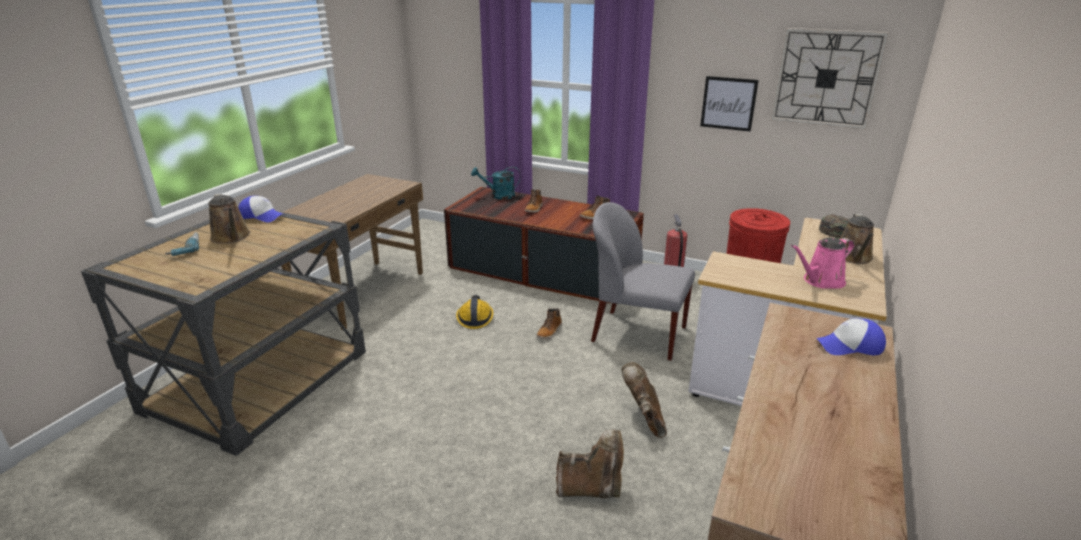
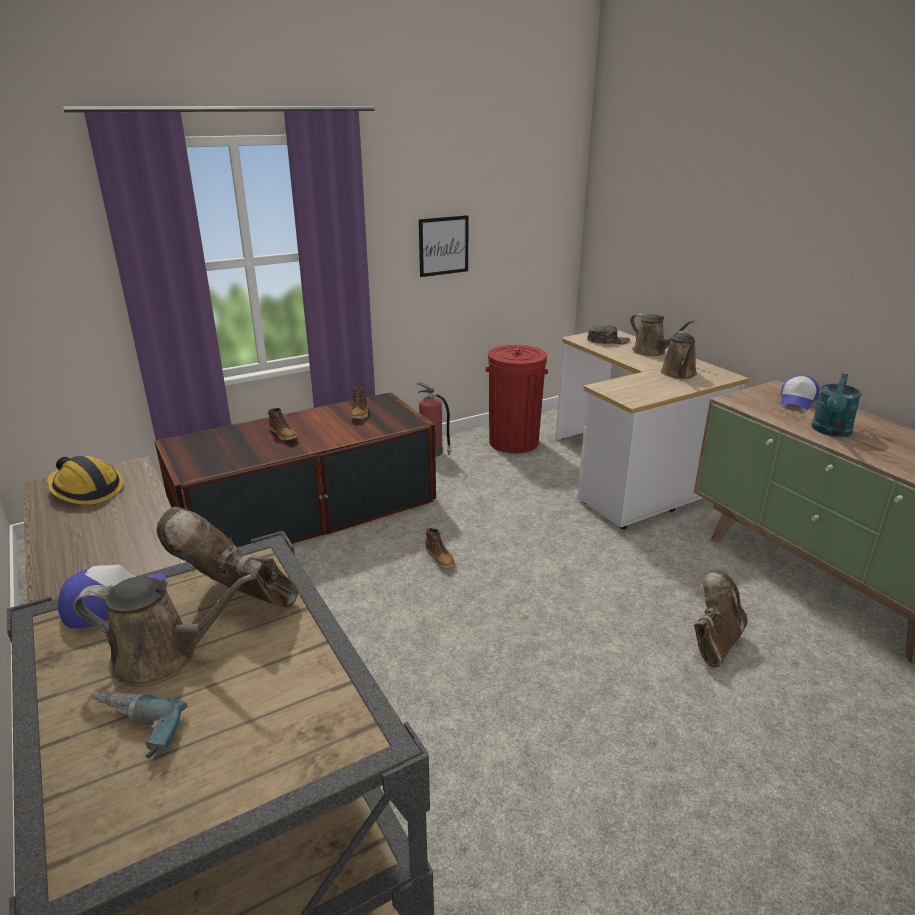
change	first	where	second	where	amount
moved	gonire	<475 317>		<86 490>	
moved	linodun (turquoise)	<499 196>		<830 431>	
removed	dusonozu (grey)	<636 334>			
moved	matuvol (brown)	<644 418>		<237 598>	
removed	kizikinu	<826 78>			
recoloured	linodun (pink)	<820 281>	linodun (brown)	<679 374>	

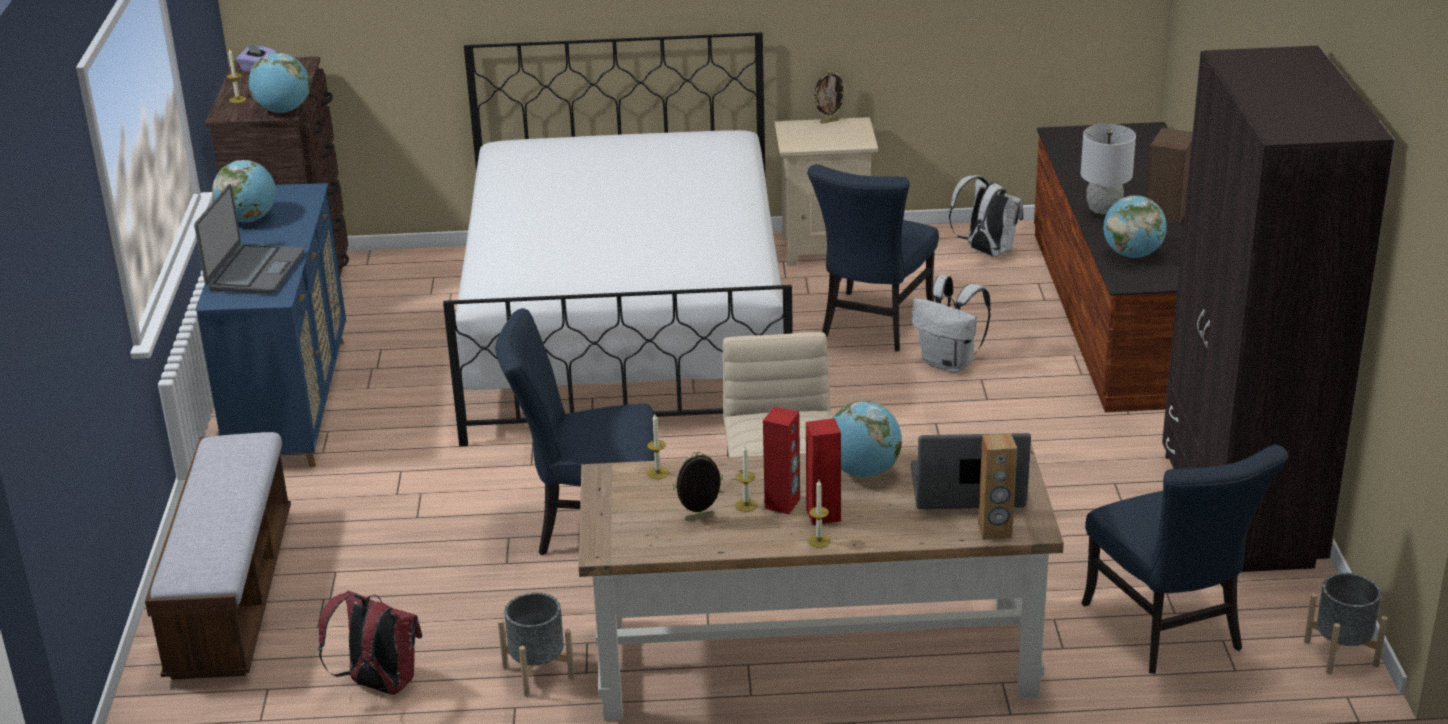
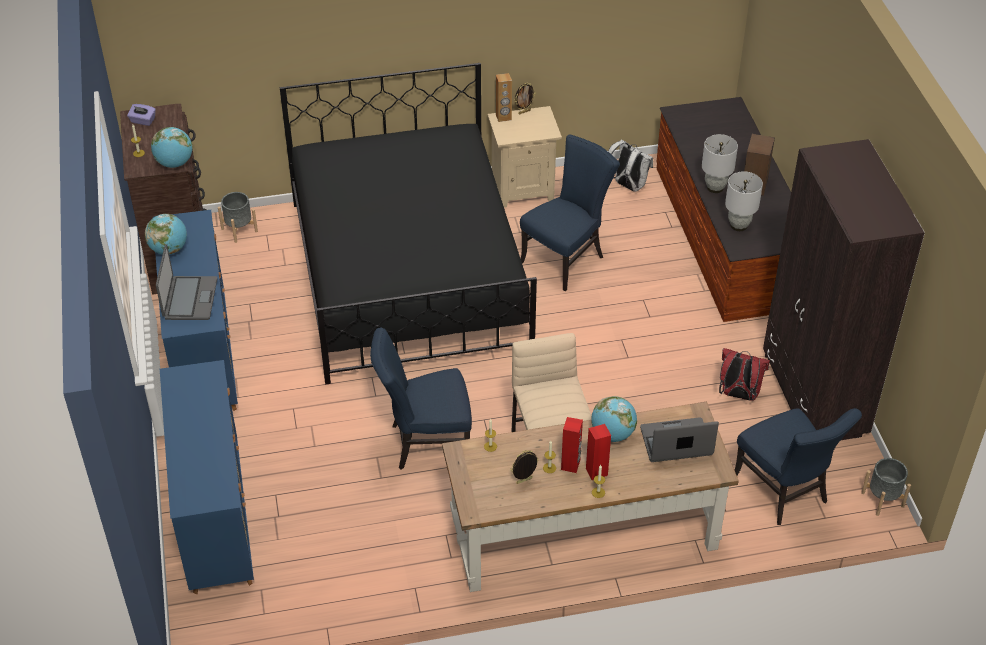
change	first	where	second	where	amount
replaced	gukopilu	<232 594>	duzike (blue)	<216 519>	
moved	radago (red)	<379 685>		<738 394>	
recoloured	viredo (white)	<626 331>	viredo (black)	<408 274>	
moved	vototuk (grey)	<538 672>		<239 230>	
turned	dusonozu (blue)	<872 325>		<566 258>	150 degrees counterclockwise
removed	radago (white)	<950 363>			
moved	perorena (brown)	<995 531>		<503 117>	
replaced	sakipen	<1132 255>	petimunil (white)	<739 225>	

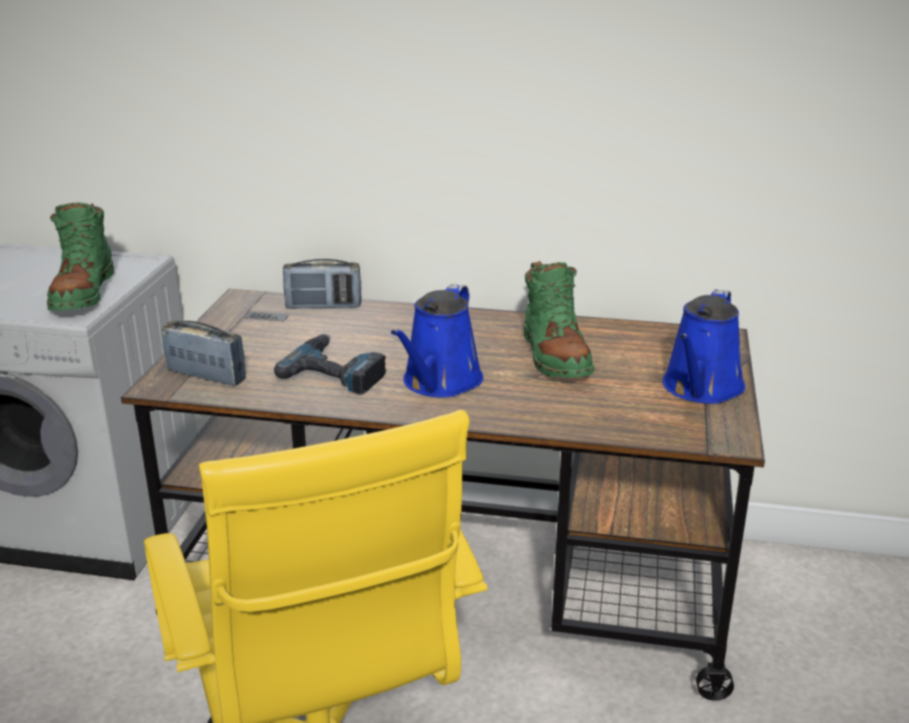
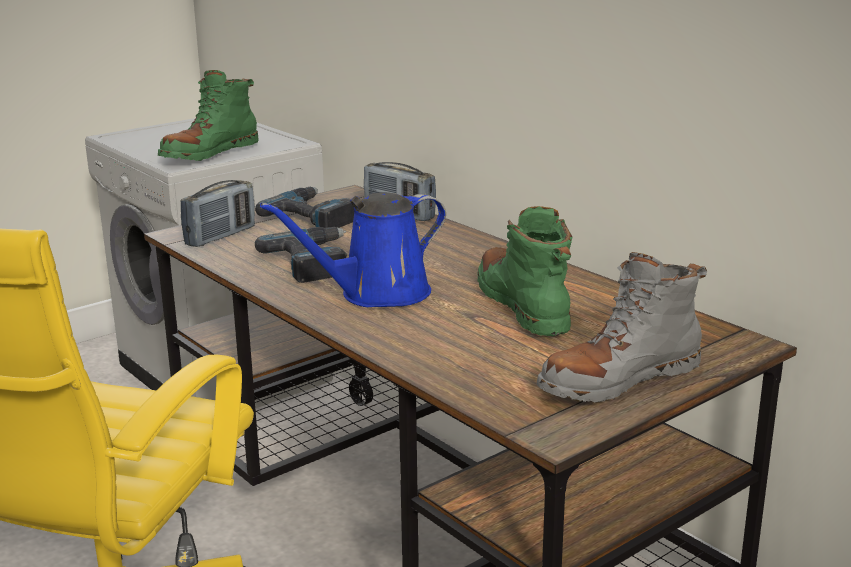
change	first	where	second	where	amount
turned	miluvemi	<206 375>		<220 236>	60 degrees clockwise
turned	matuvol (green)	<555 356>		<523 306>	135 degrees clockwise
replaced	linodun (blue)	<701 388>	matuvol (grey)	<619 380>	
added			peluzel	<314 216>	

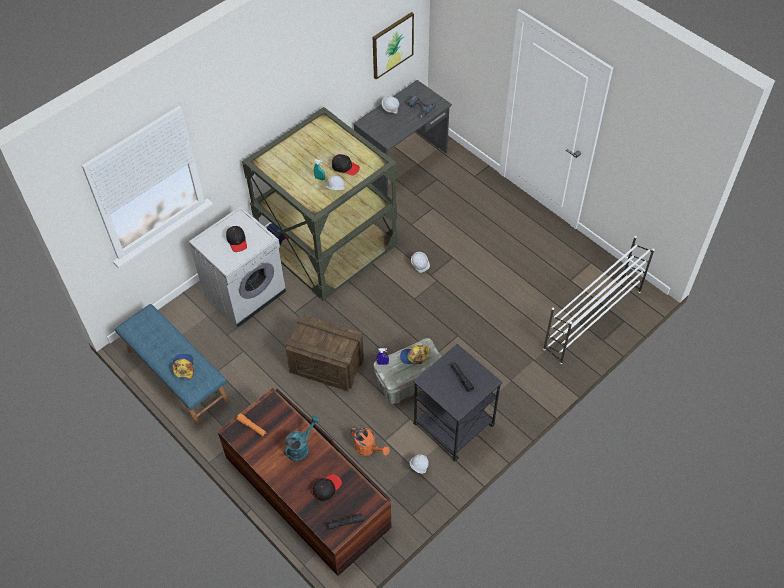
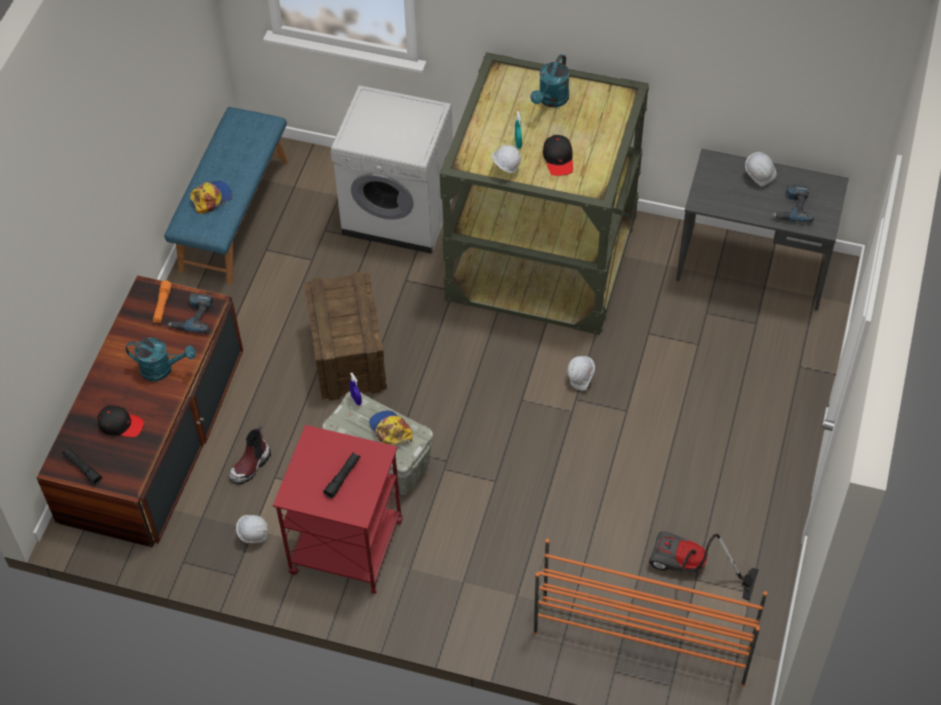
change	first	where	second	where	amount
removed	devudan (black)	<237 241>			
replaced	linodun (orange)	<368 449>	matuvol	<251 466>	
removed	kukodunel	<392 45>			
recoloured	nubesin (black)	<453 425>	nubesin (red)	<344 545>	
recoloured	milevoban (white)	<592 320>	milevoban (orange)	<641 640>	
added			peluzel	<193 316>	
added			linodun (turquoise)	<551 100>	
added			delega	<691 569>	

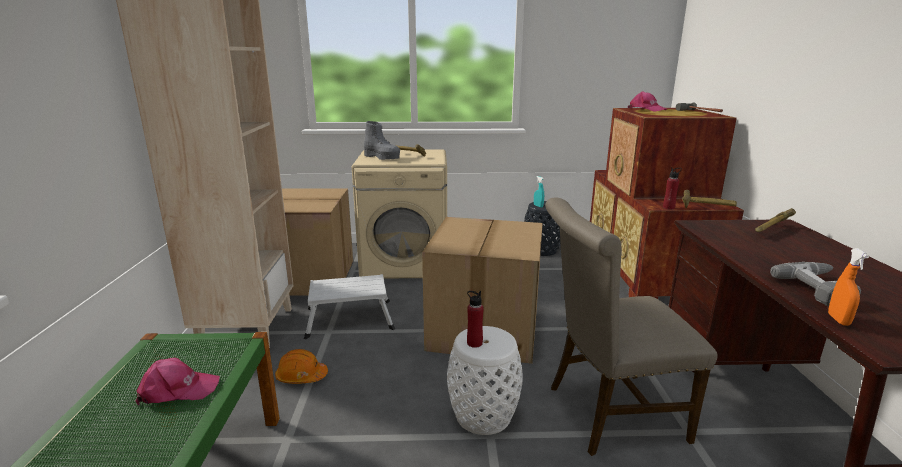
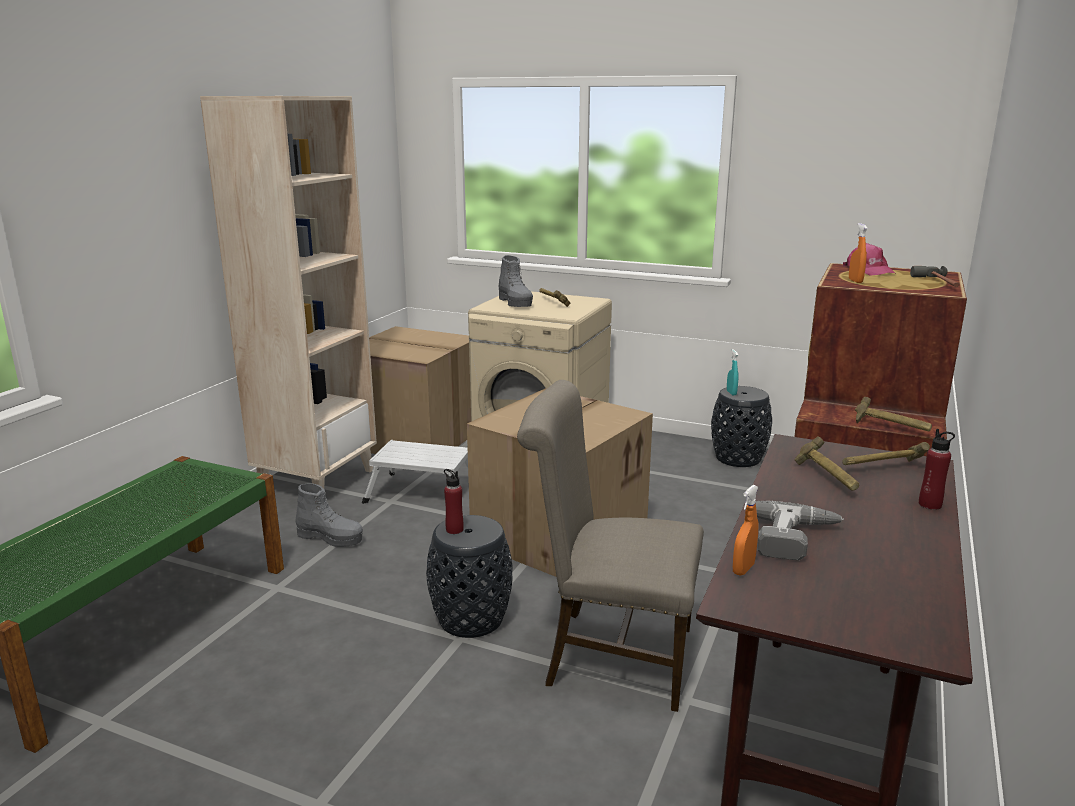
change	first	where	second	where	amount
removed	devudan (pink)	<178 390>			
replaced	gonire (orange)	<301 376>	matuvol (grey)	<330 538>	
recoloured	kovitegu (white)	<483 415>	kovitegu (black)	<471 619>	
moved	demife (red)	<668 207>		<930 504>	
added			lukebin	<827 479>	
added			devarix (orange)	<855 281>	

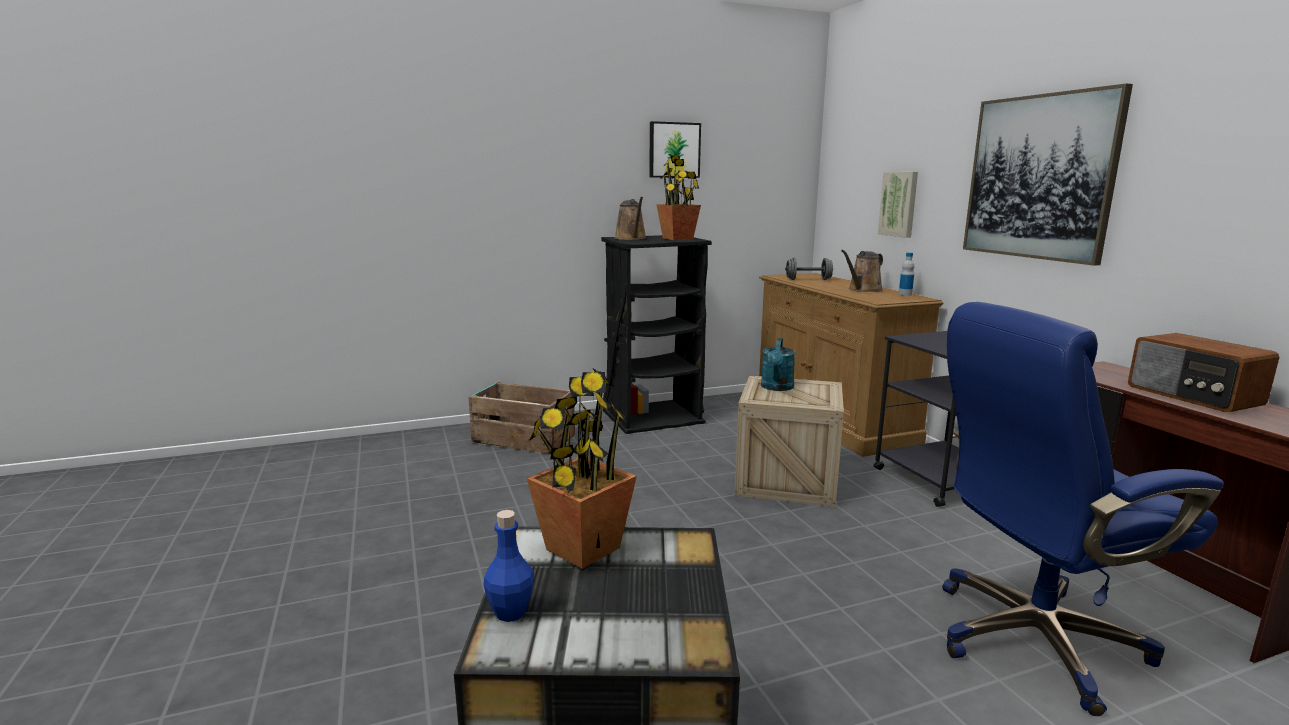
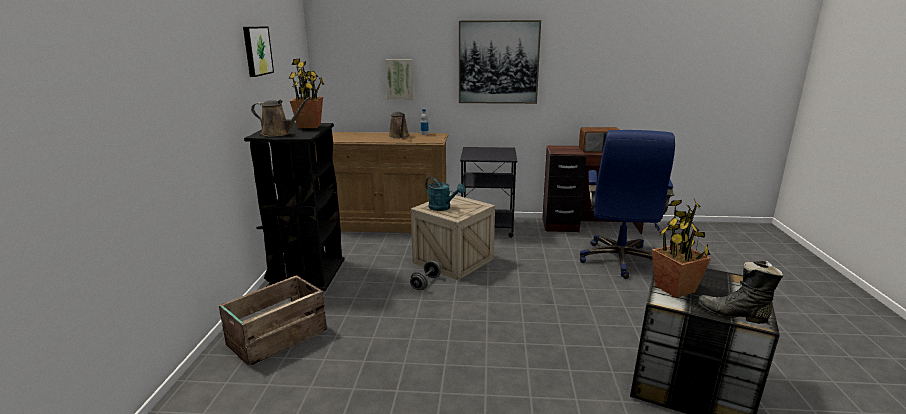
change	first	where	second	where	amount
replaced	demife (blue)	<510 612>	matuvol (black)	<733 314>	
moved	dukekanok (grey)	<808 279>		<426 283>	

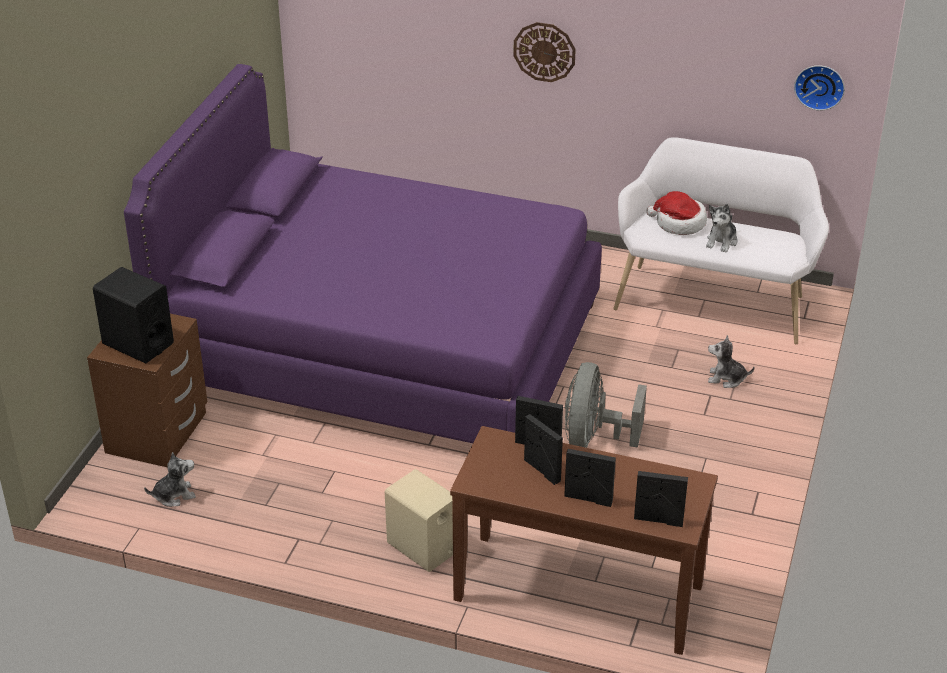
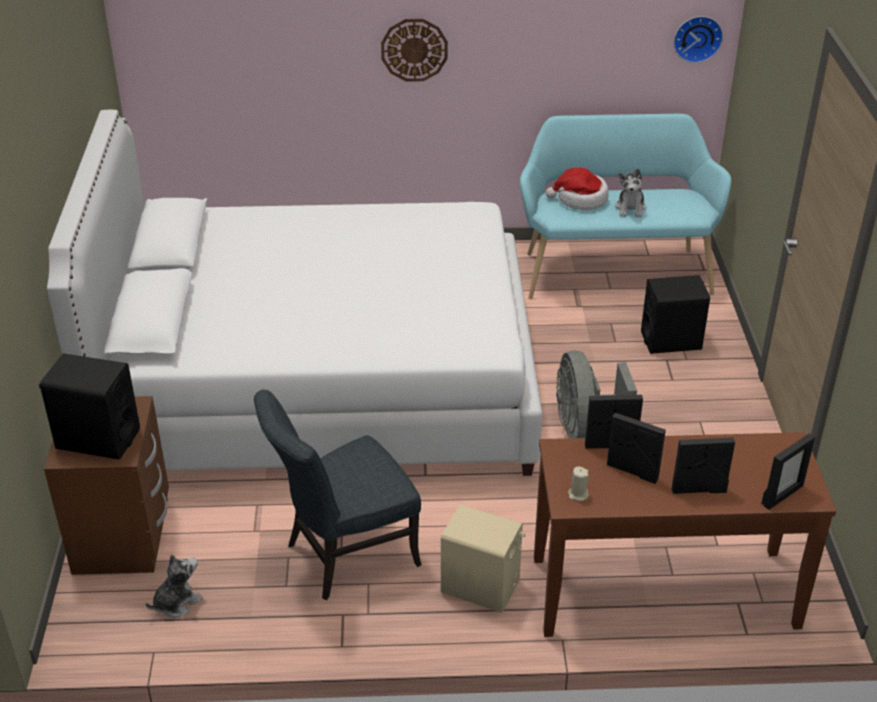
change	first	where	second	where	amount
recoloured	viredo (purple)	<382 345>	viredo (white)	<321 384>	
recoloured	gukopilu (white)	<713 299>	gukopilu (turquoise)	<614 269>	
turned	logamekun	<658 521>		<782 495>	150 degrees clockwise
replaced	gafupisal	<726 378>	perorena (black)	<671 341>	
added			dusonozu (grey)	<344 555>	
added			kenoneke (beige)	<578 494>	

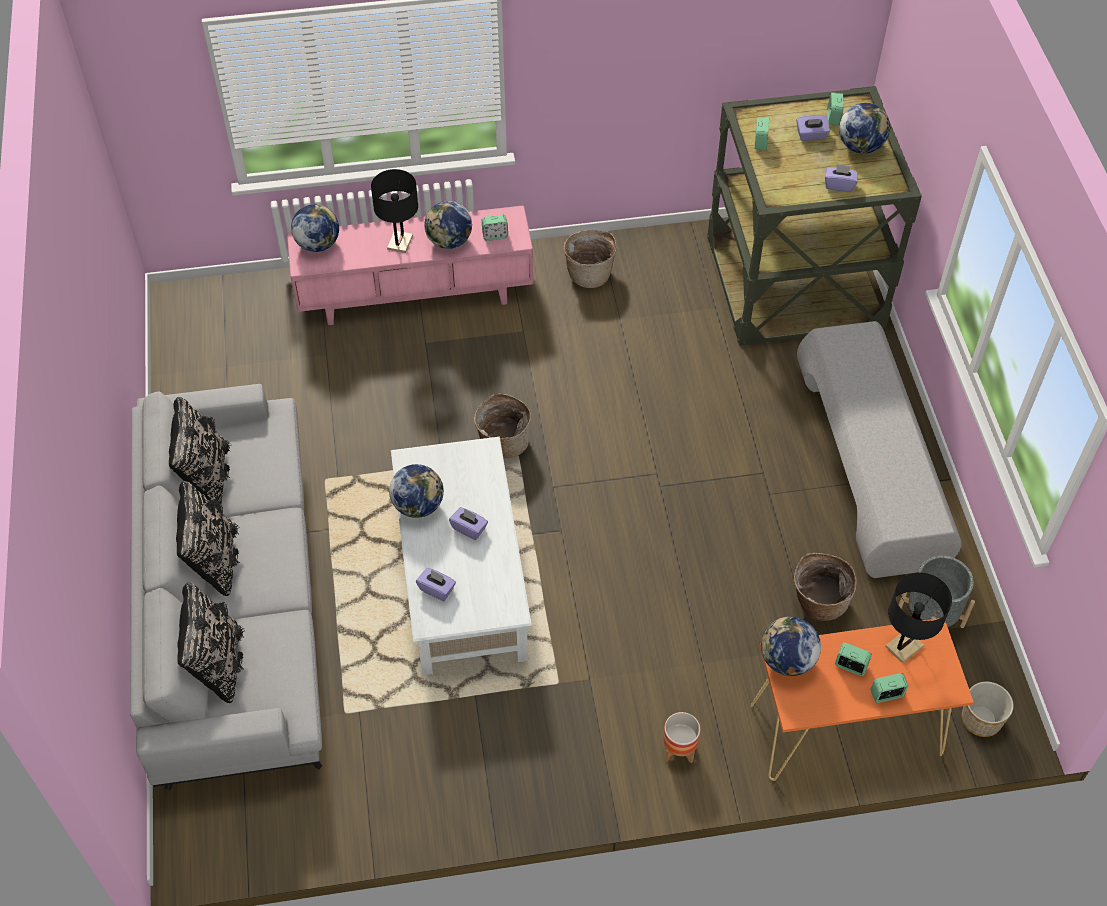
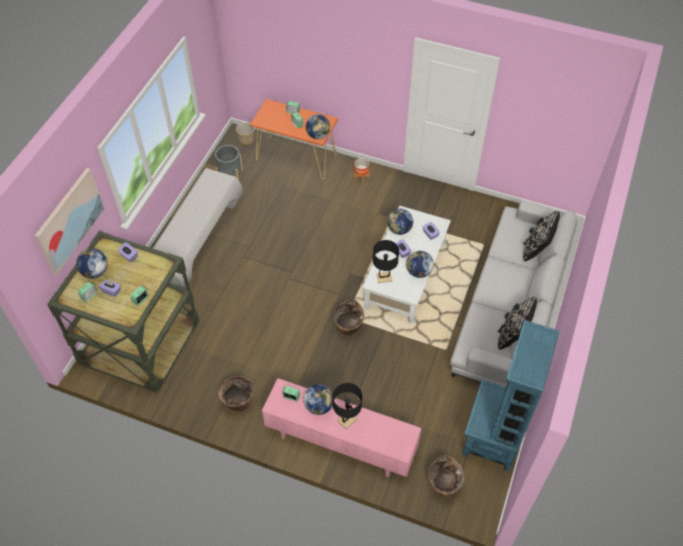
change	first	where	second	where	amount
removed	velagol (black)	<216 560>			
moved	sakipen	<317 244>		<399 230>	
moved	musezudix	<818 602>		<443 485>	
moved	petimunil (black)	<904 646>		<384 277>	
added			kukodunel	<69 220>	
added			duzike (blue)	<491 439>	

